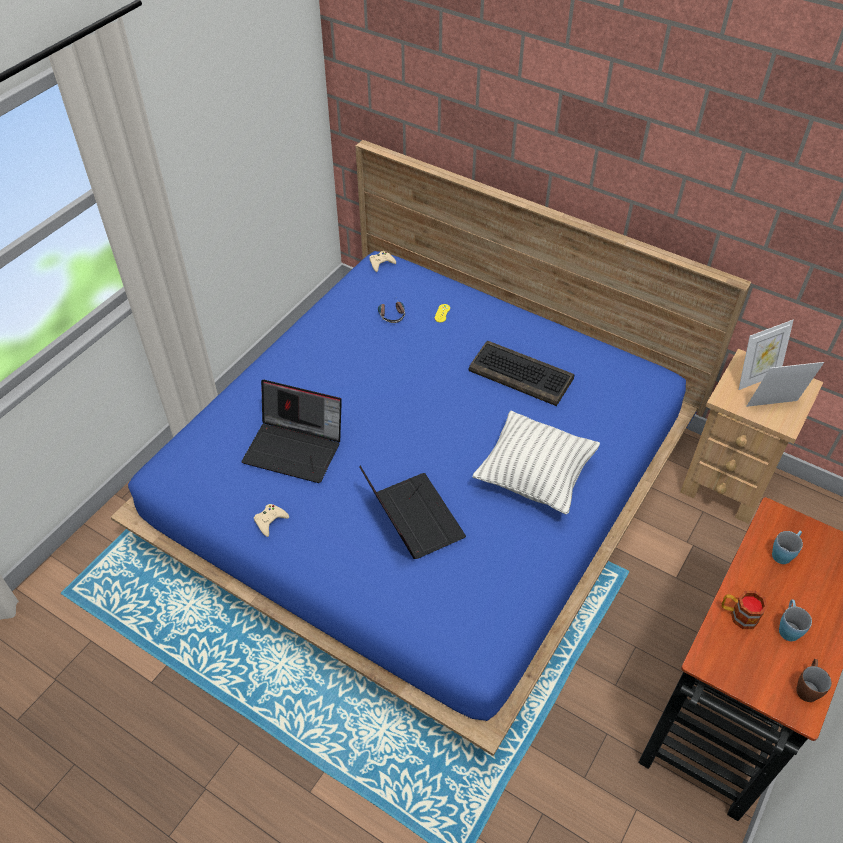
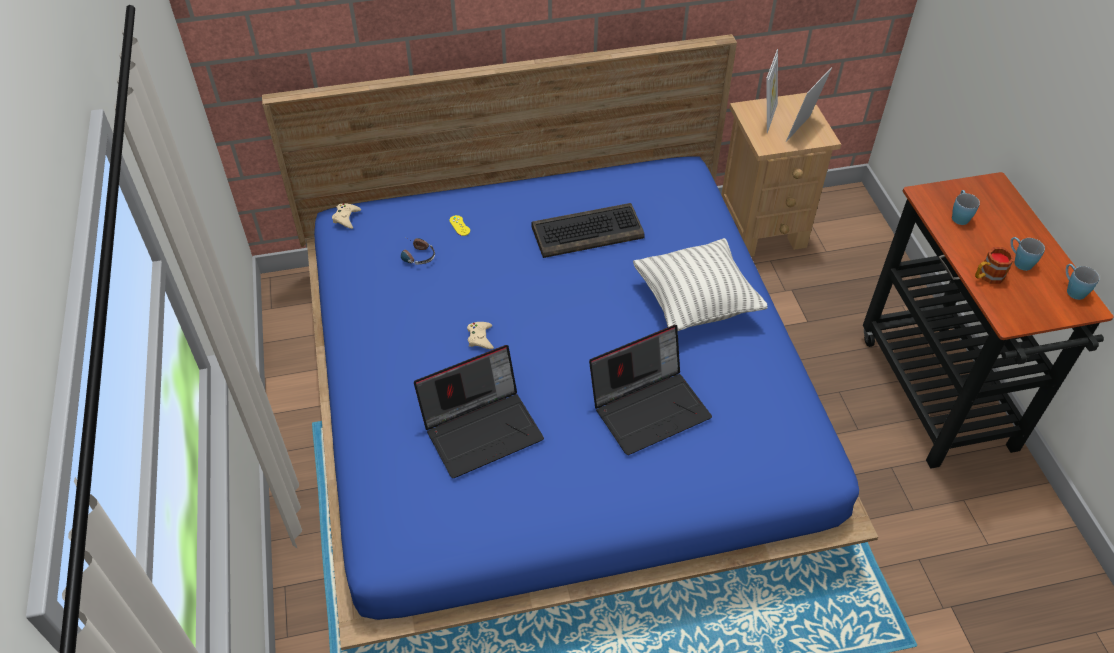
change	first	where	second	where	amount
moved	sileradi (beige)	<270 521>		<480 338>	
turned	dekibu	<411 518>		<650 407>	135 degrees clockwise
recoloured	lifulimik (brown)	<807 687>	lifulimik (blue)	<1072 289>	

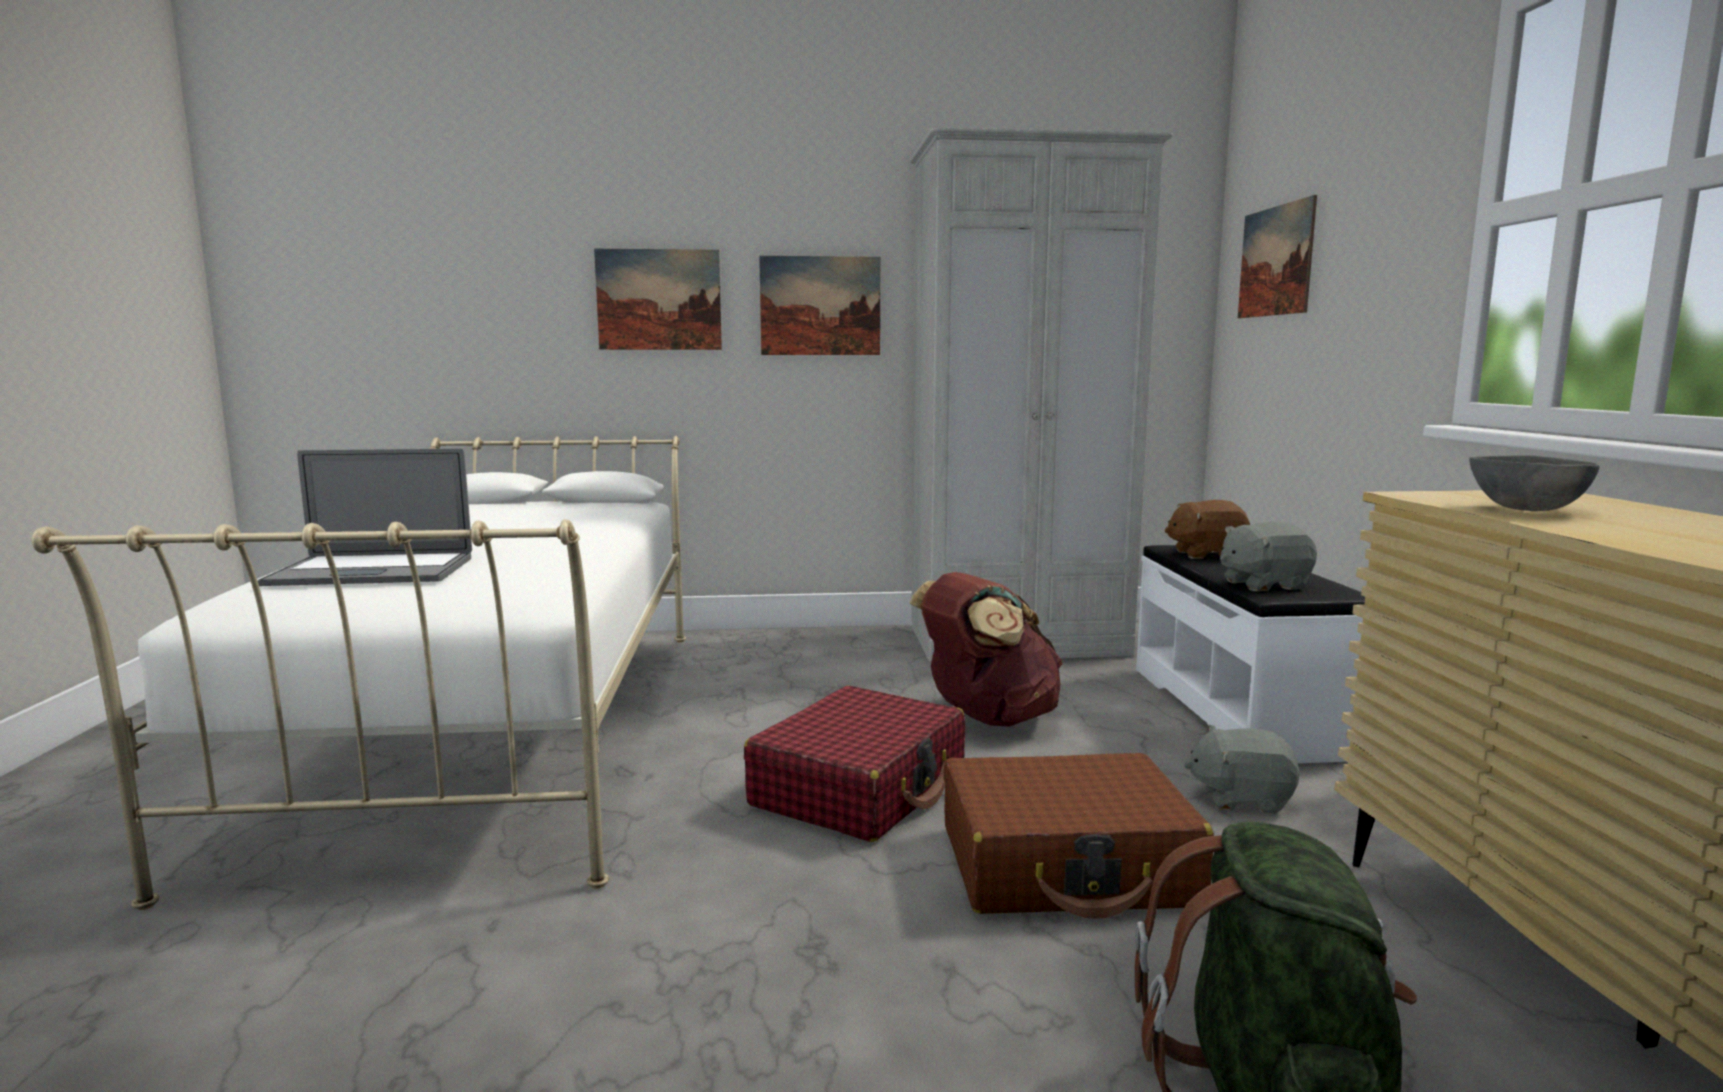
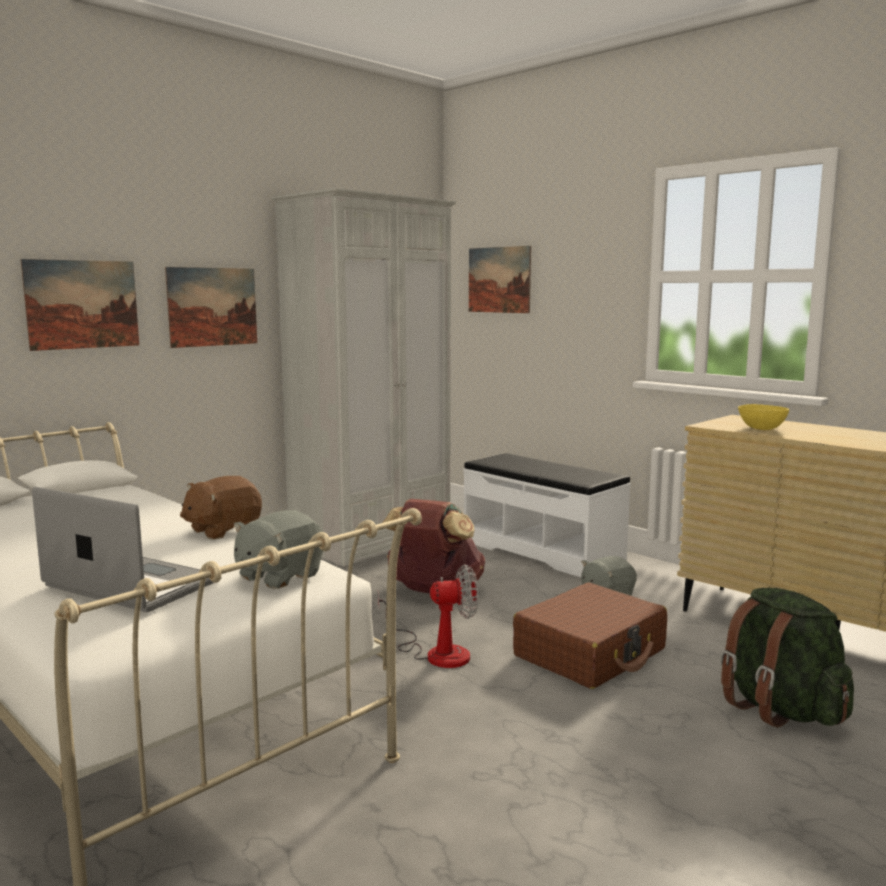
change	first	where	second	where	amount
turned	dekibu	<372 571>		<132 583>	105 degrees counterclockwise
replaced	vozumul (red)	<860 788>	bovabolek	<436 652>	
moved	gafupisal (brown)	<1206 554>		<223 530>	
moved	gafupisal (grey)	<1263 584>		<278 576>	
recoloured	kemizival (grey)	<1525 509>	kemizival (yellow)	<761 429>	

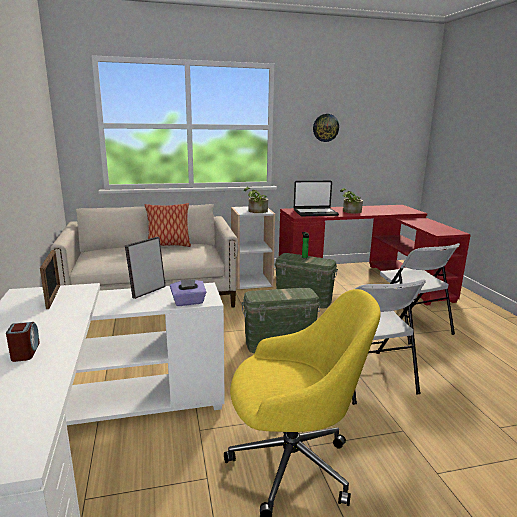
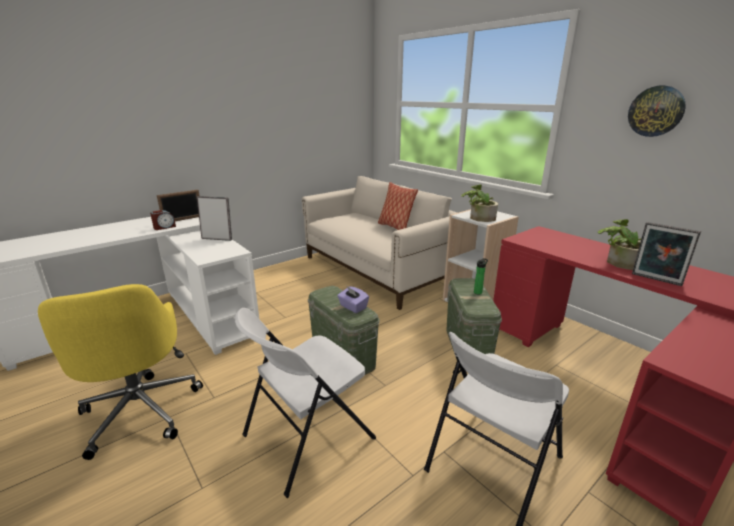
change	first	where	second	where	amount
moved	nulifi	<25 352>		<164 227>	
moved	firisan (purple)	<188 302>		<353 307>	
removed	dekibu	<315 213>			
added			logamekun	<655 280>	

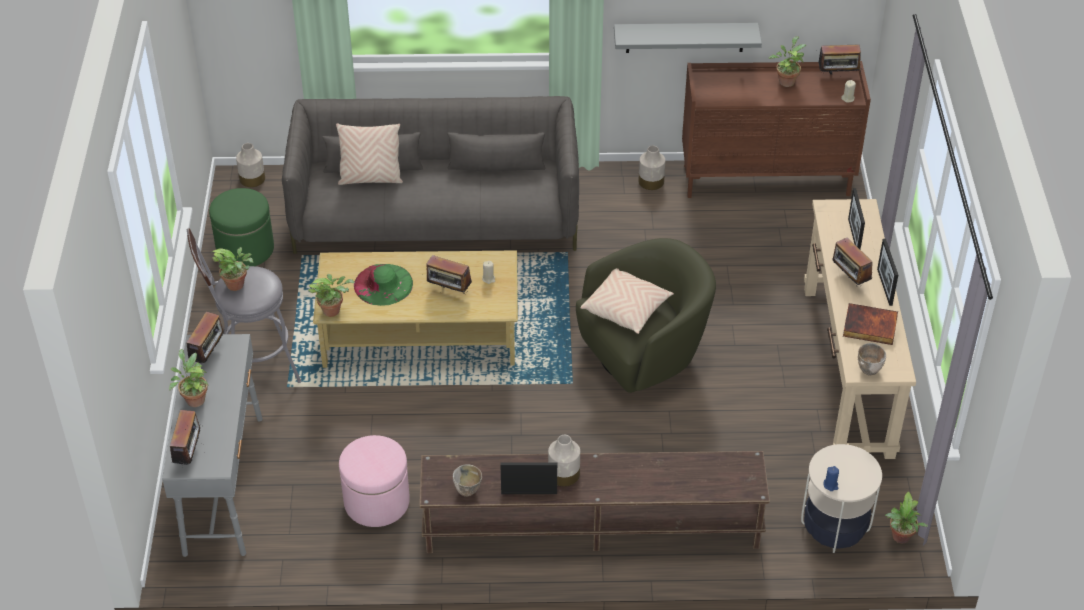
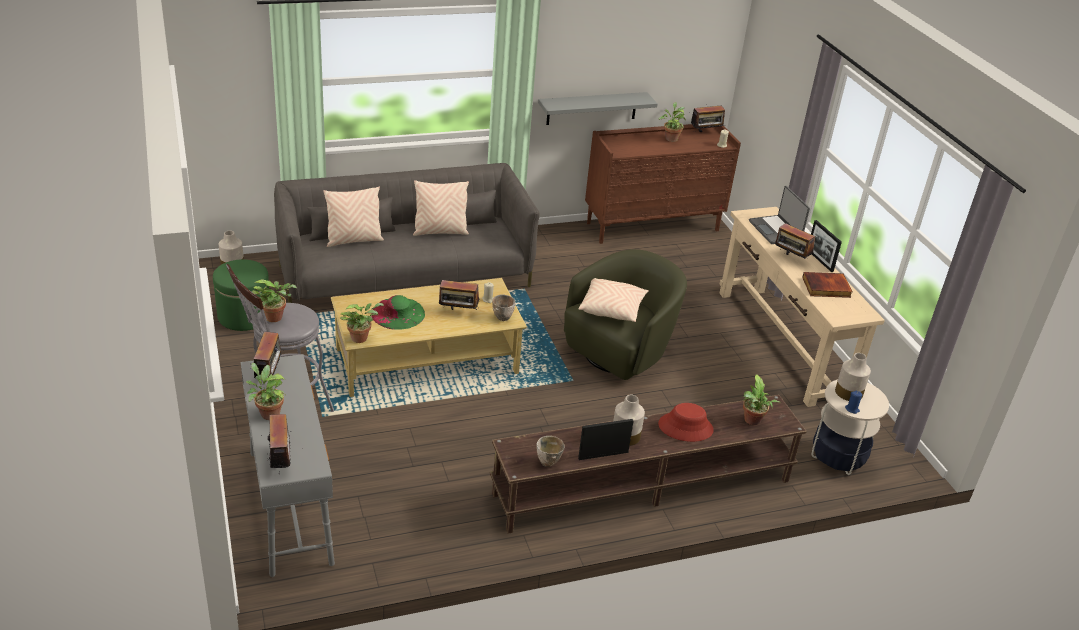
change	first	where	second	where	amount
removed	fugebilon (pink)	<376 502>			
moved	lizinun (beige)	<650 181>		<848 392>	
replaced	logamekun	<853 236>	dekibu	<775 230>	
moved	kemizival	<870 370>		<503 317>	
moved	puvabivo	<900 538>		<752 421>	
added			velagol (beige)	<440 231>	
added			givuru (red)	<685 427>	

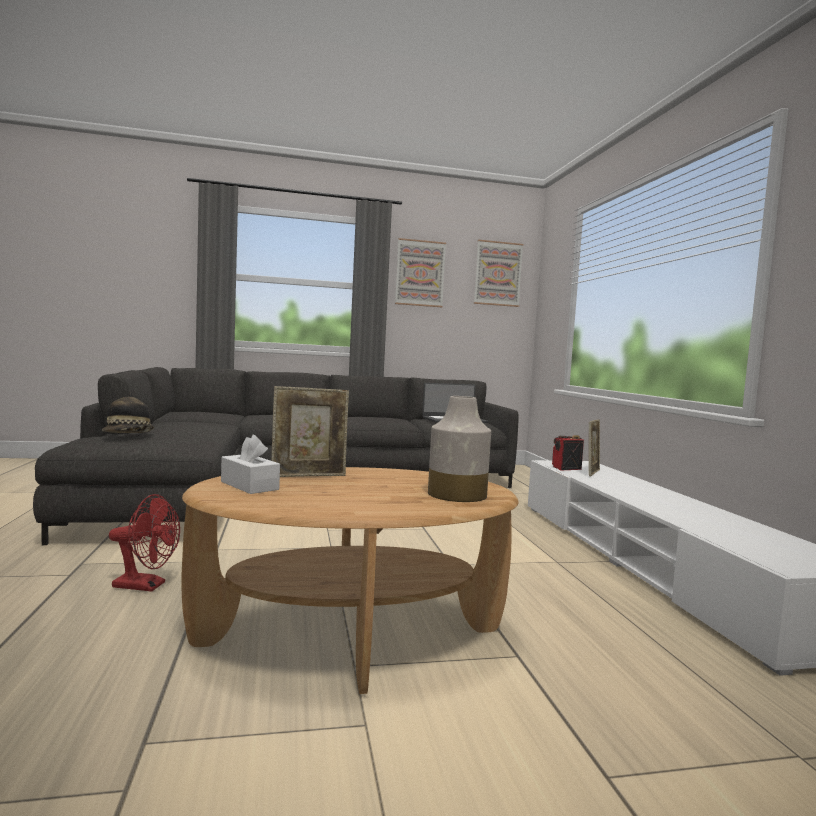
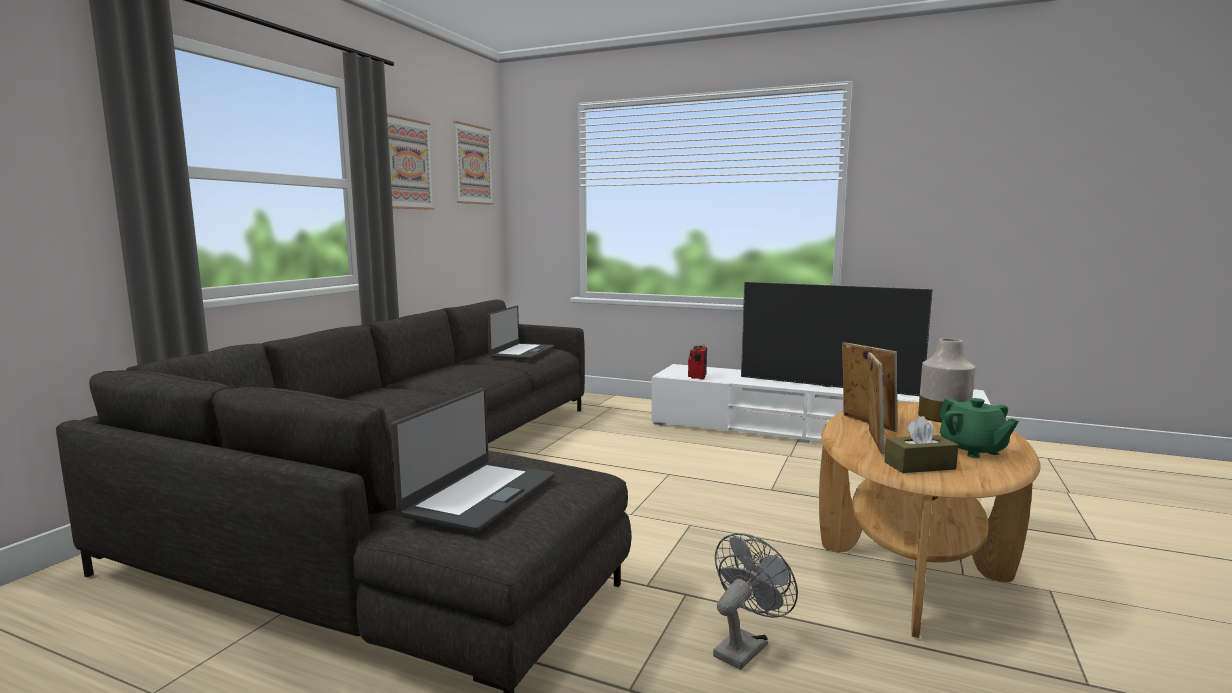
change	first	where	second	where	amount
replaced	givuru	<128 435>	dekibu	<479 495>	
recoloured	bovabolek (red)	<146 586>	bovabolek (grey)	<745 646>	
recoloured	firisan (white)	<249 485>	firisan (brown)	<919 465>	
moved	logamekun	<592 472>		<866 423>	
added			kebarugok	<826 386>	
added			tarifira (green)	<972 450>	

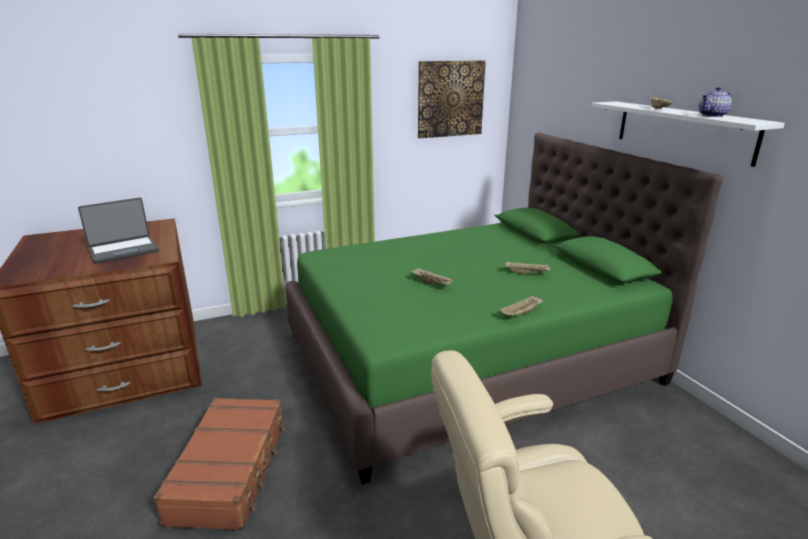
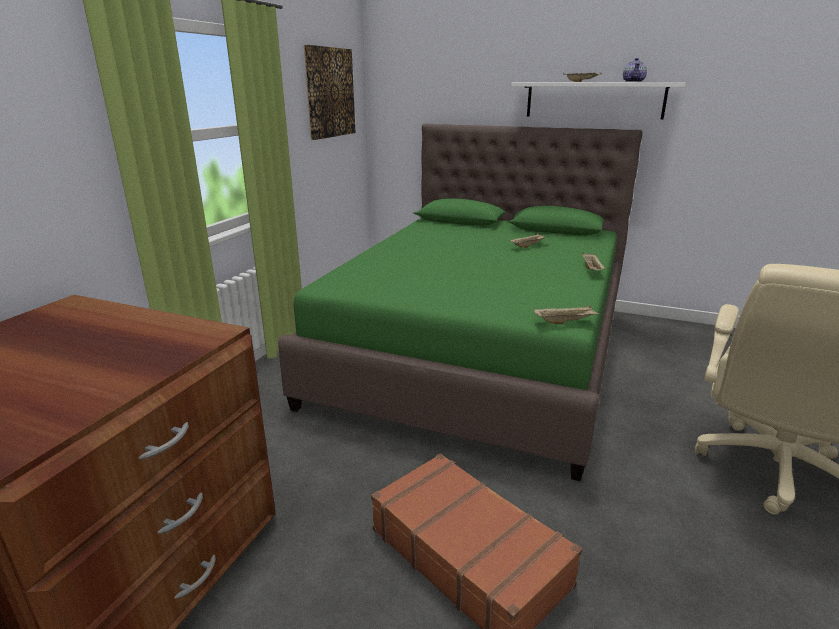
change	first	where	second	where	amount
removed	dekibu	<124 250>			
moved	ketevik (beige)	<432 284>		<565 322>	

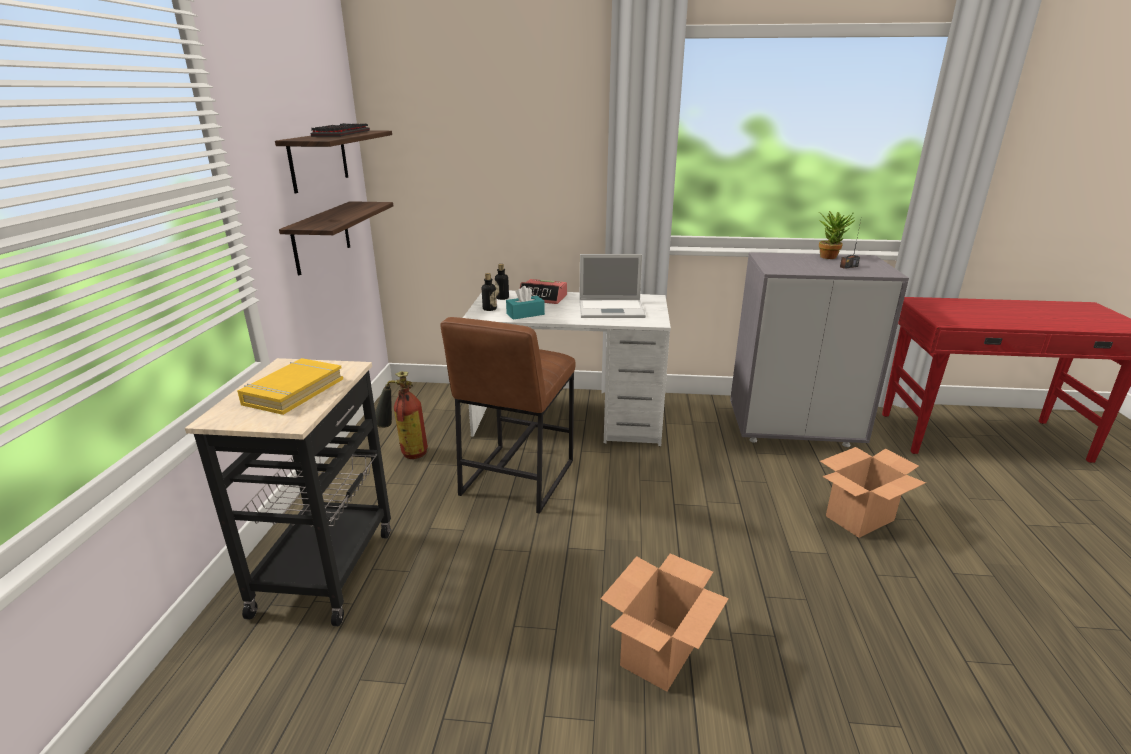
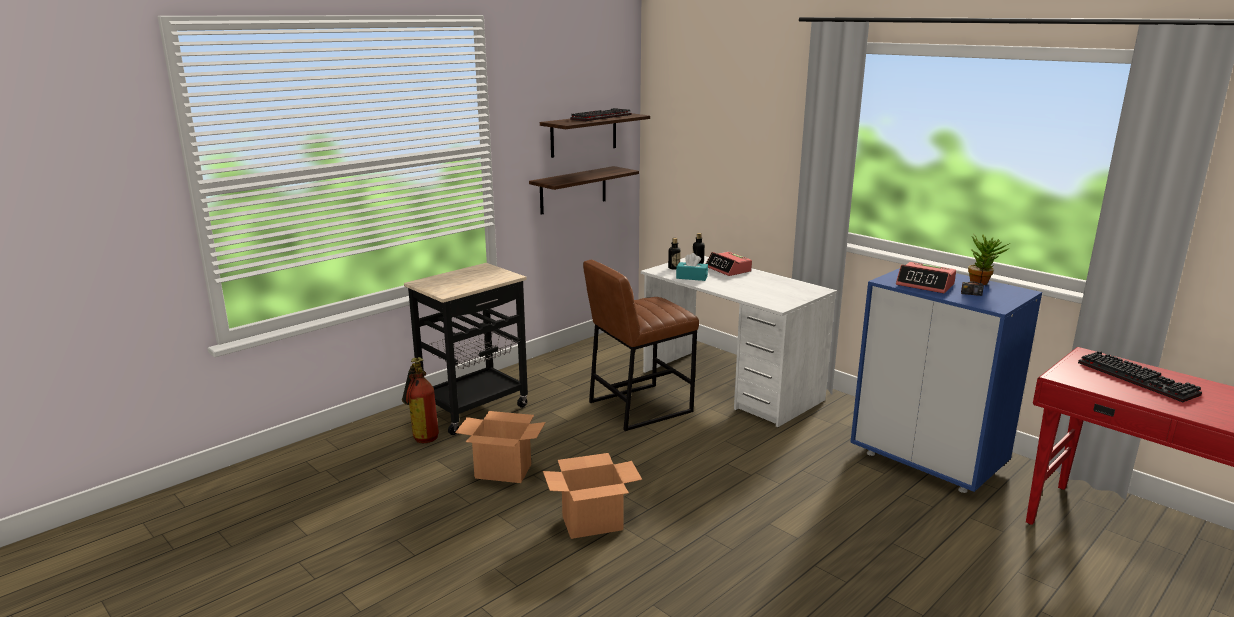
change	first	where	second	where	amount
removed	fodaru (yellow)	<293 391>			
moved	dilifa	<404 452>		<421 434>	
removed	dekibu	<612 309>			
recoloured	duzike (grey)	<794 430>	duzike (blue)	<929 461>	
moved	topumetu	<859 518>		<502 471>	
added			nulifi	<925 285>	
added			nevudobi	<1139 379>	

